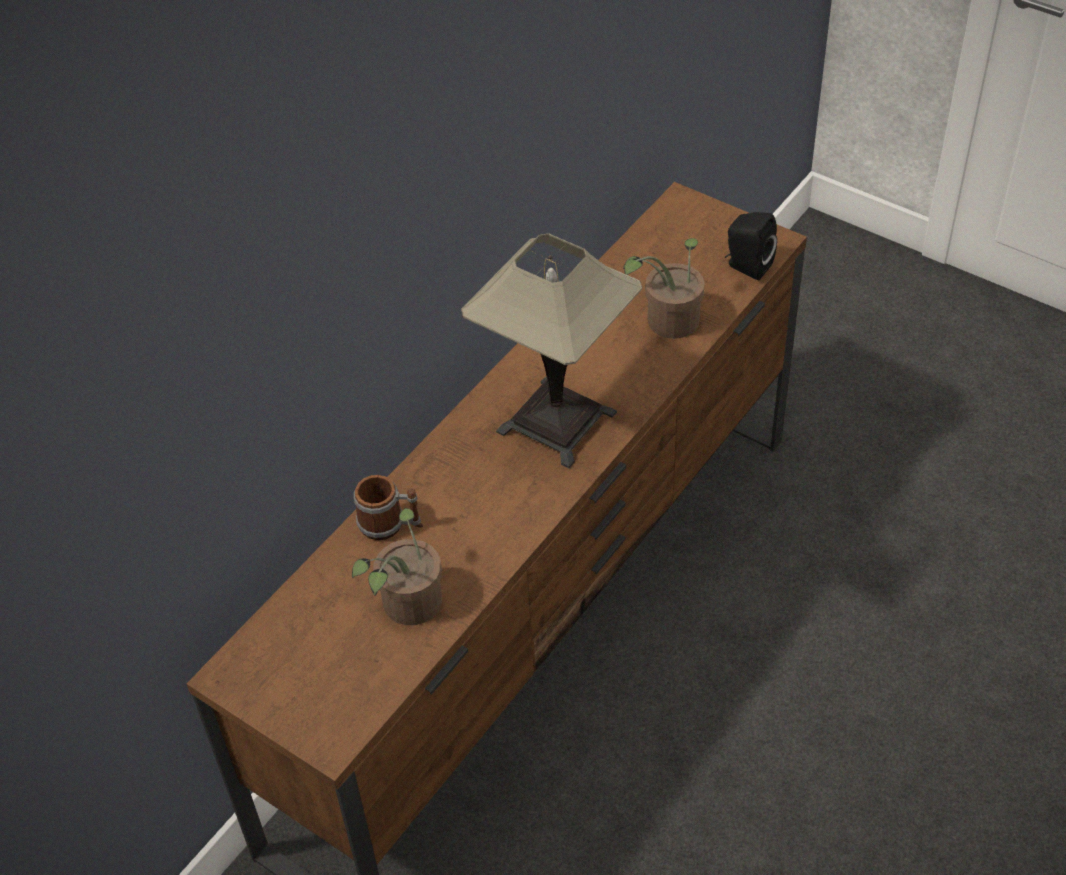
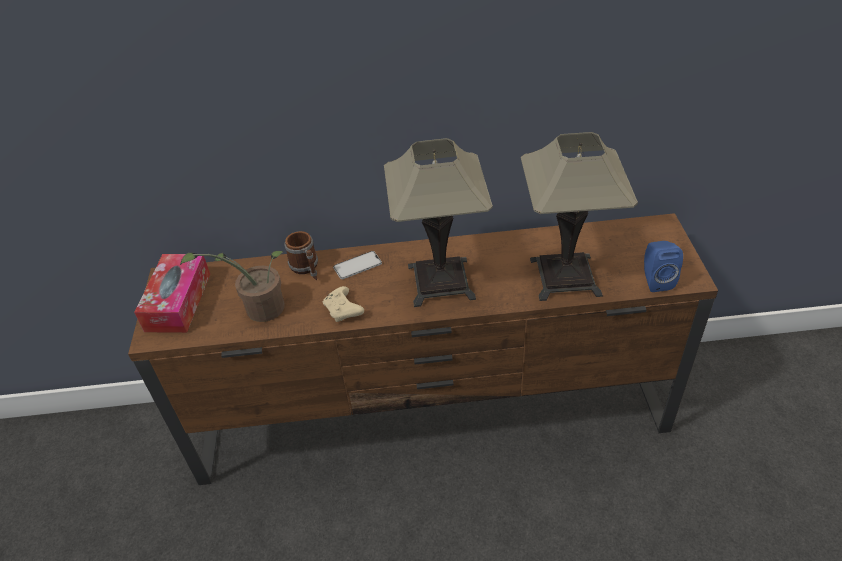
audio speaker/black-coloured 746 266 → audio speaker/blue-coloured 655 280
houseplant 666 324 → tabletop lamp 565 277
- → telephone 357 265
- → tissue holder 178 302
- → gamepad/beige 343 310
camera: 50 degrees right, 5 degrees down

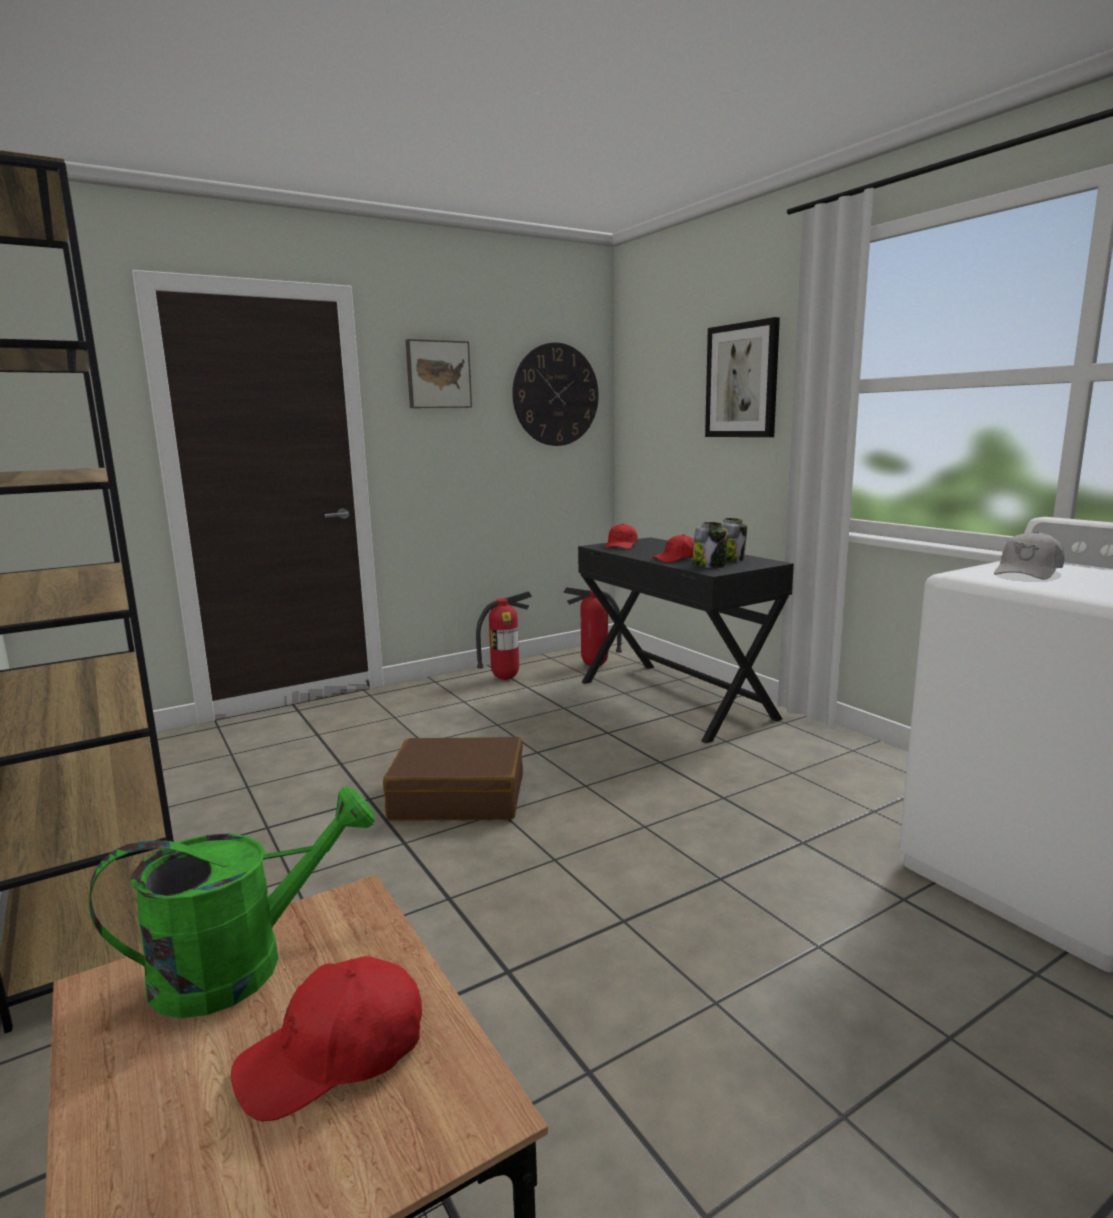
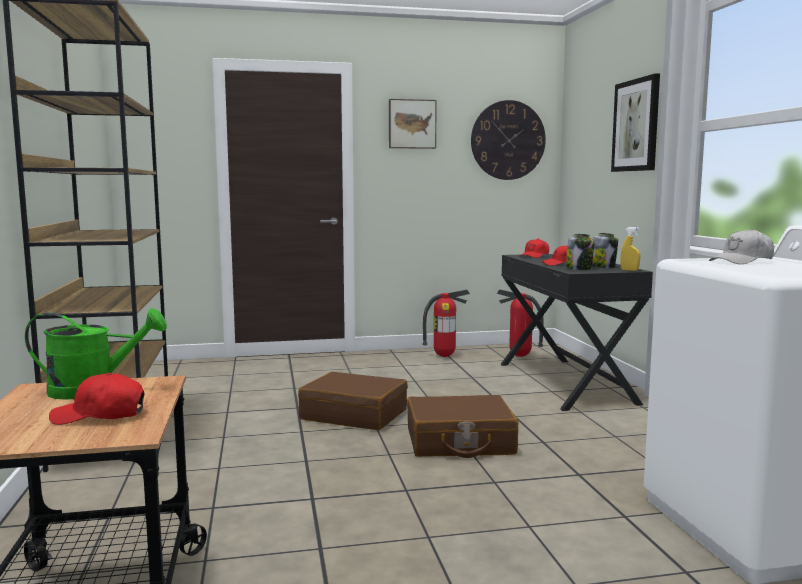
- → sprayer/yellowish 629 270
- → suitcase/brownish 459 442
camera: 20 degrees right, 5 degrees down

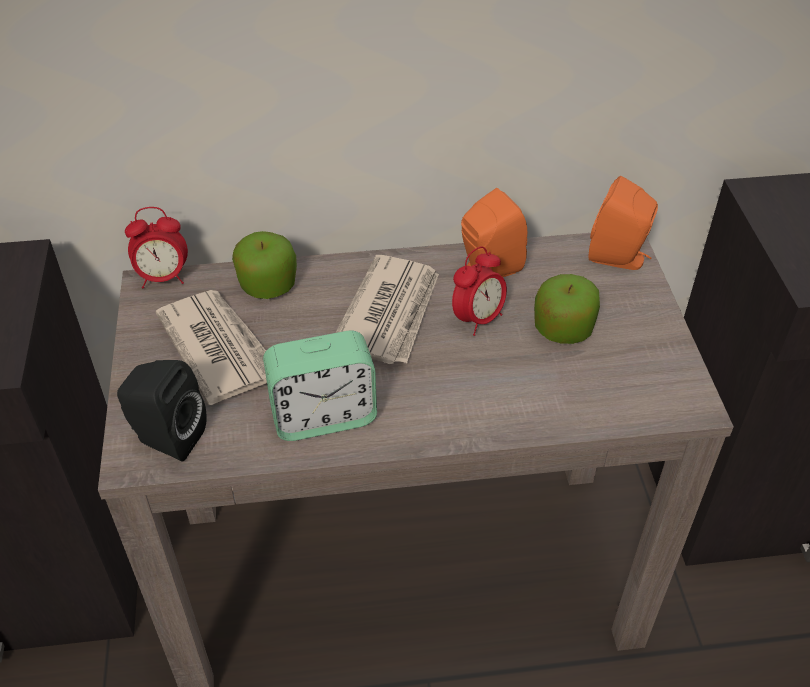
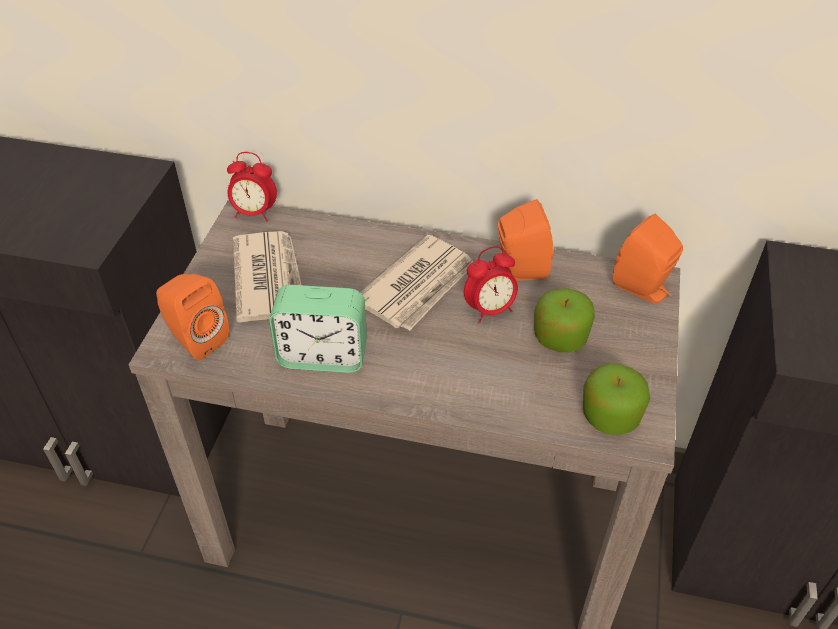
apple 267 285 → apple 610 416, shifted
audio speaker/black-coloured 166 438 → audio speaker/orange 196 339
camera: 20 degrees right, 0 degrees up

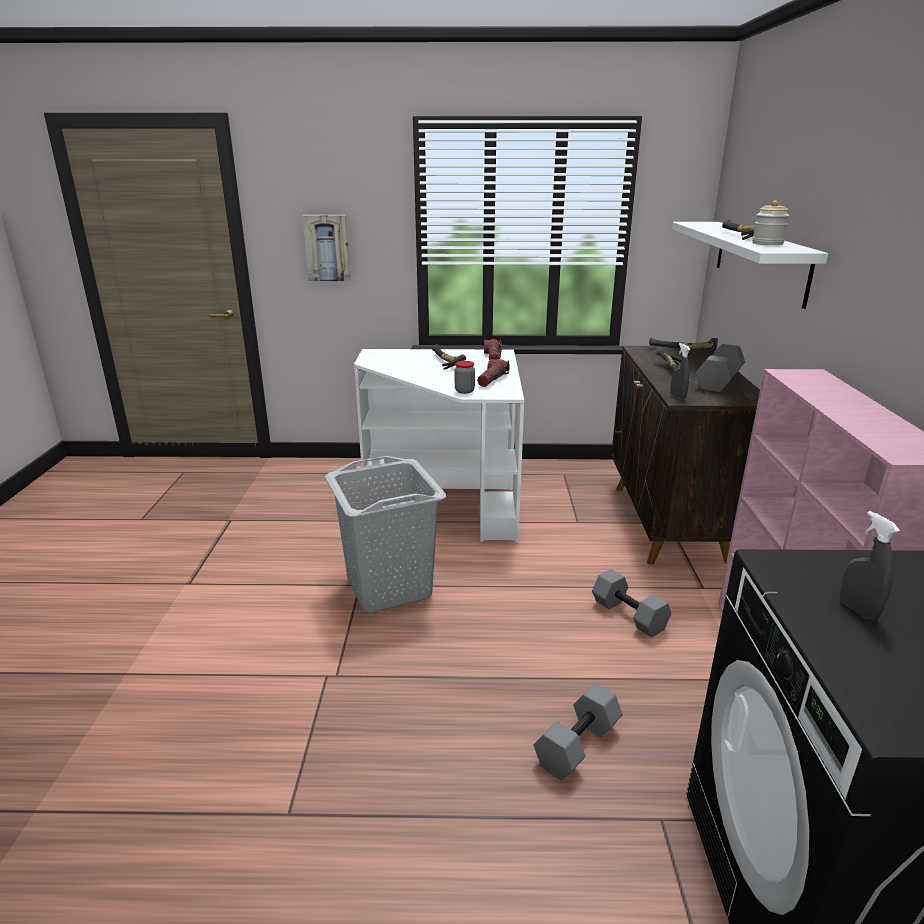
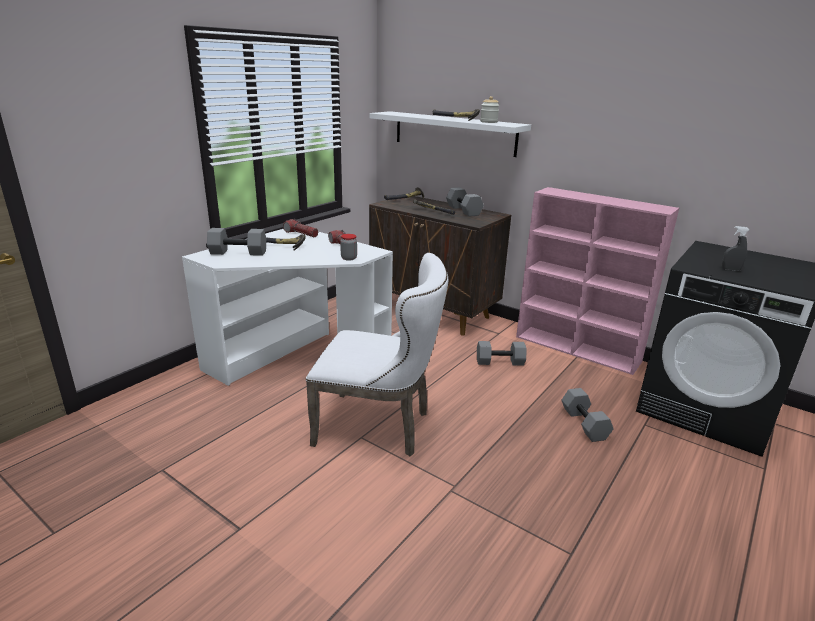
wall picture 327 248 → -
sprayer/gray 677 397 → -
laundry basket/gray 388 588 → chair/white-coloured 380 426
- → hand weight/gray 239 252
camera: 55 degrees left, 0 degrees up

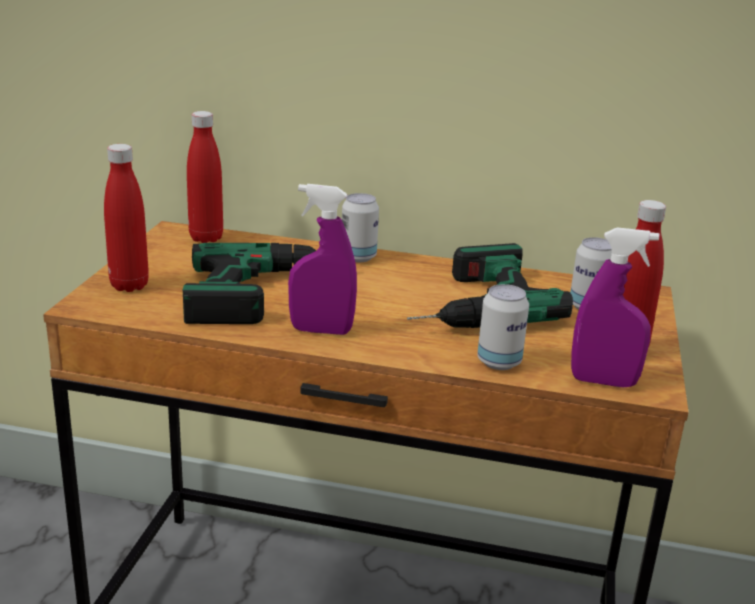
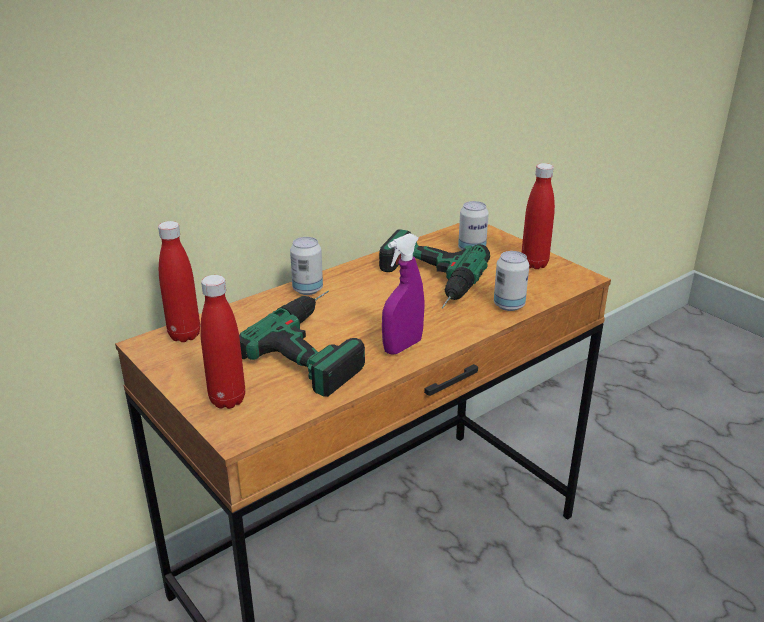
sprayer/purplish 603 382 → -
camera: 50 degrees left, 5 degrees up

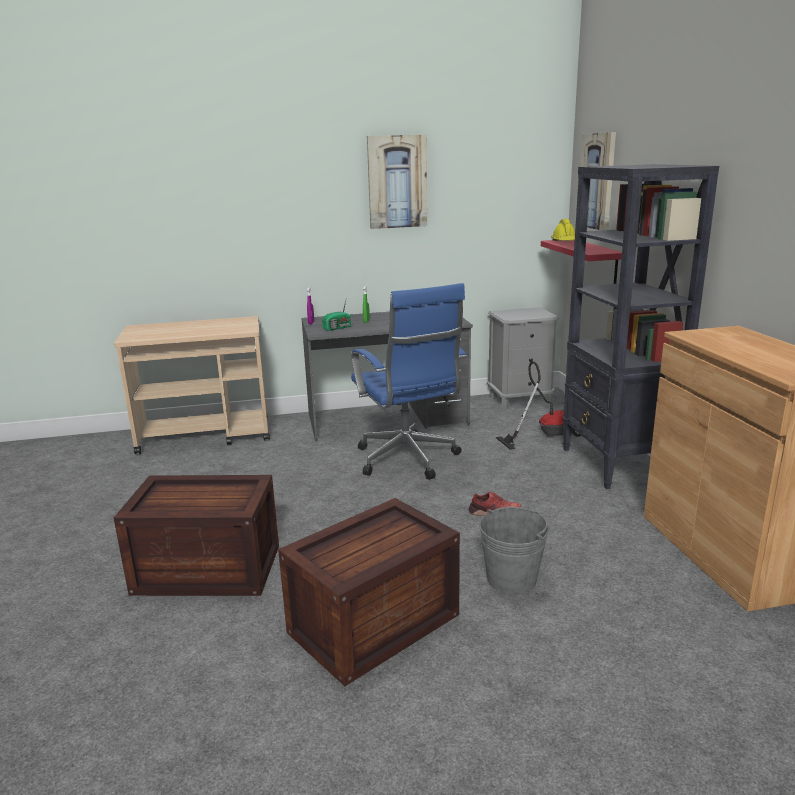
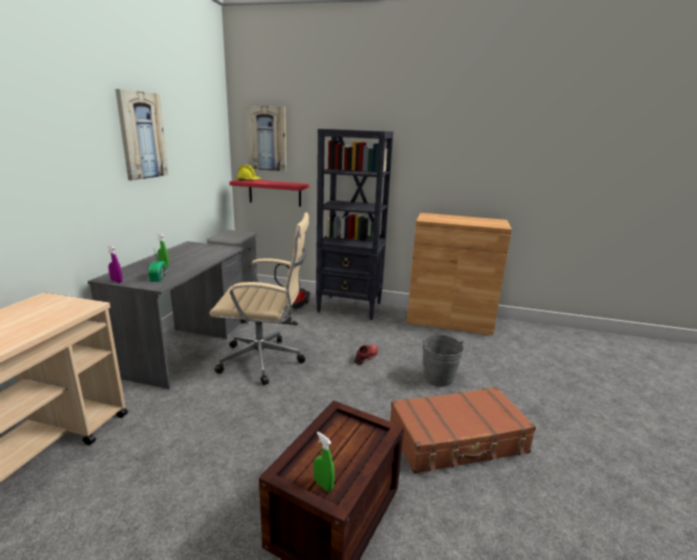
office chair/blue-coloured 408 460 → office chair/beige 265 361
crate 376 622 → suitcase/brownish 458 440
- → sprayer/green-coloured 323 485
camera: 65 degrees left, 0 degrees up

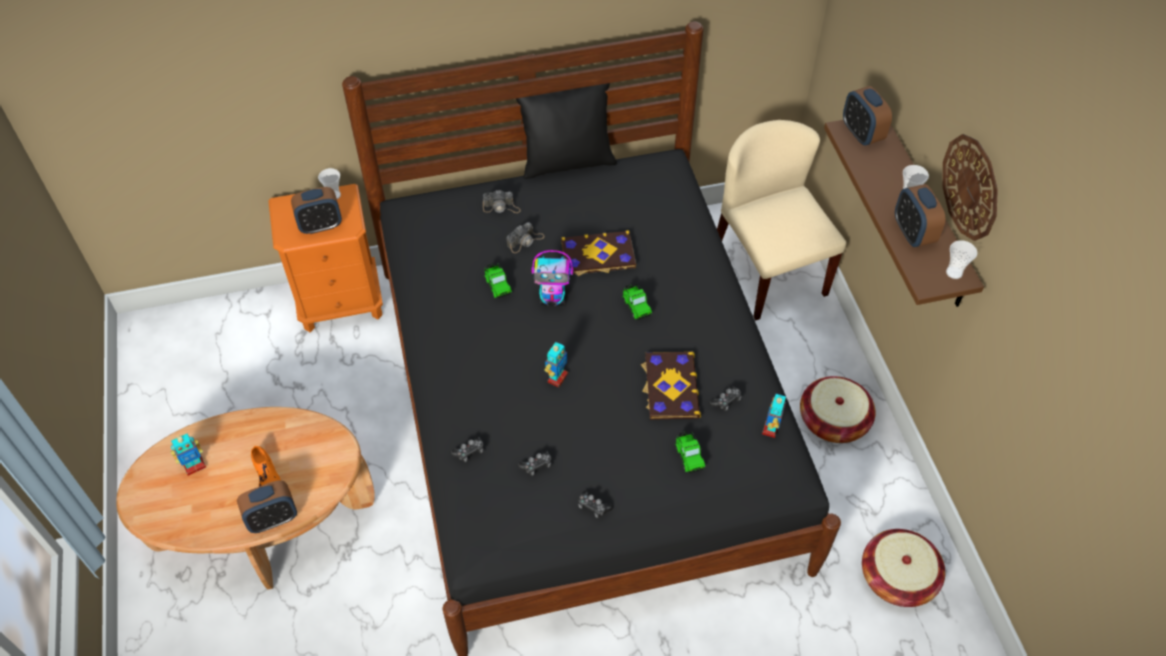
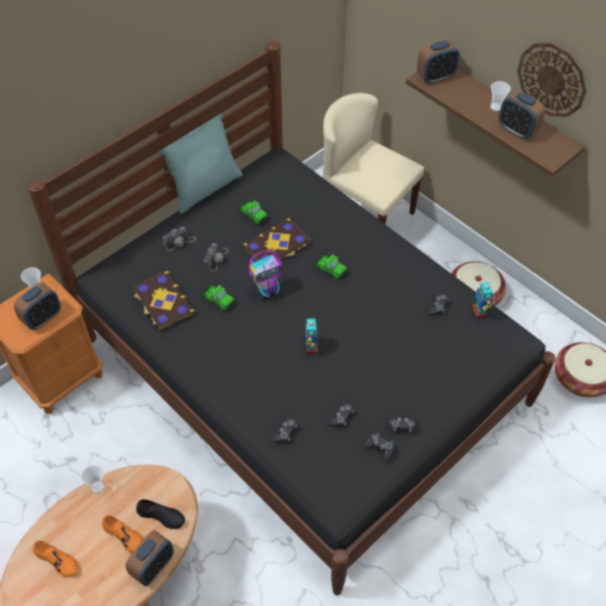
pillow/black-coloured 567 162 → pillow/blue-green 204 188
bedside clock 861 134 → bedside clock 435 77, 60 degrees counterclockwise
small cup 954 272 → small cup 97 487, shifted
bound book 670 387 → bound book 163 302, shifted
miniature car 688 456 → miniature car 253 215, shifted
model robot 195 466 → low shoe/orange 57 560
- → gamepad 380 448
- → low shoe/black-coloured 161 515
camera: 30 degrees left, 0 degrees up

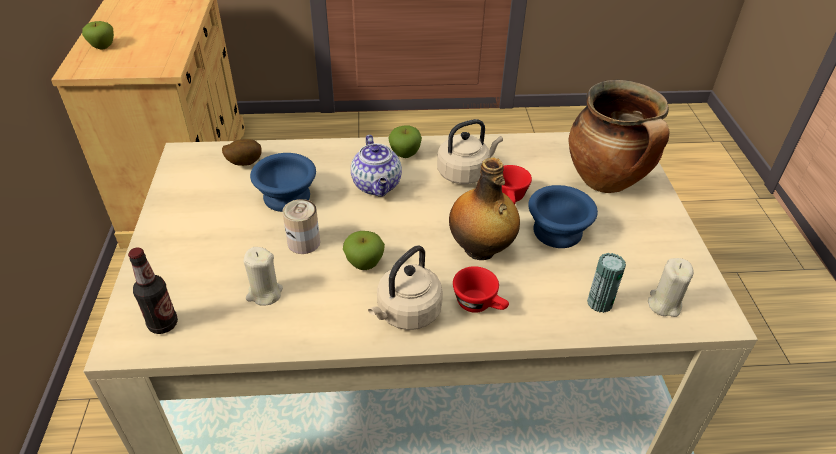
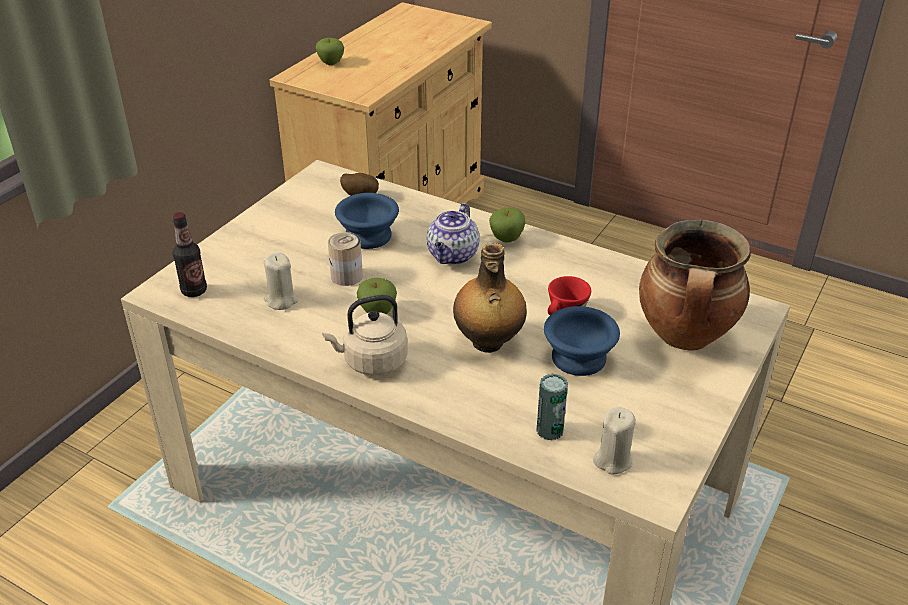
kettle/beige 465 173 → -
small cup/red-coloured 480 304 → -
camera: 35 degrees right, 5 degrees down

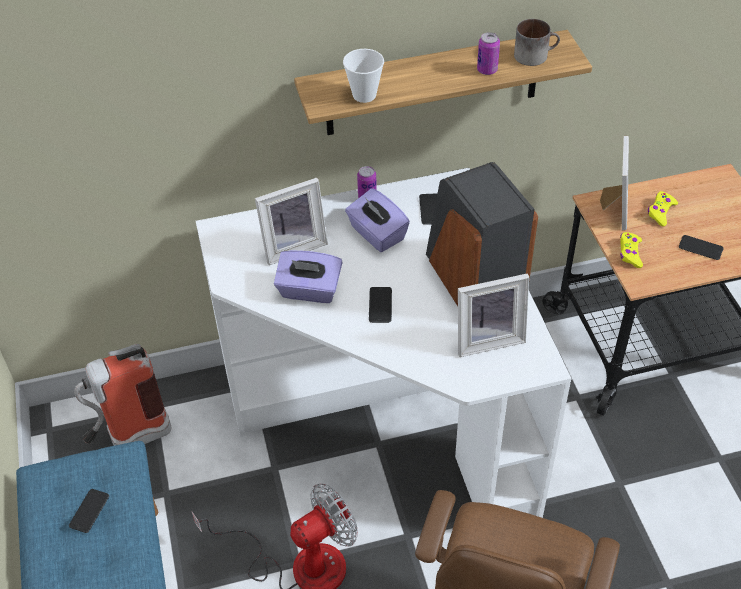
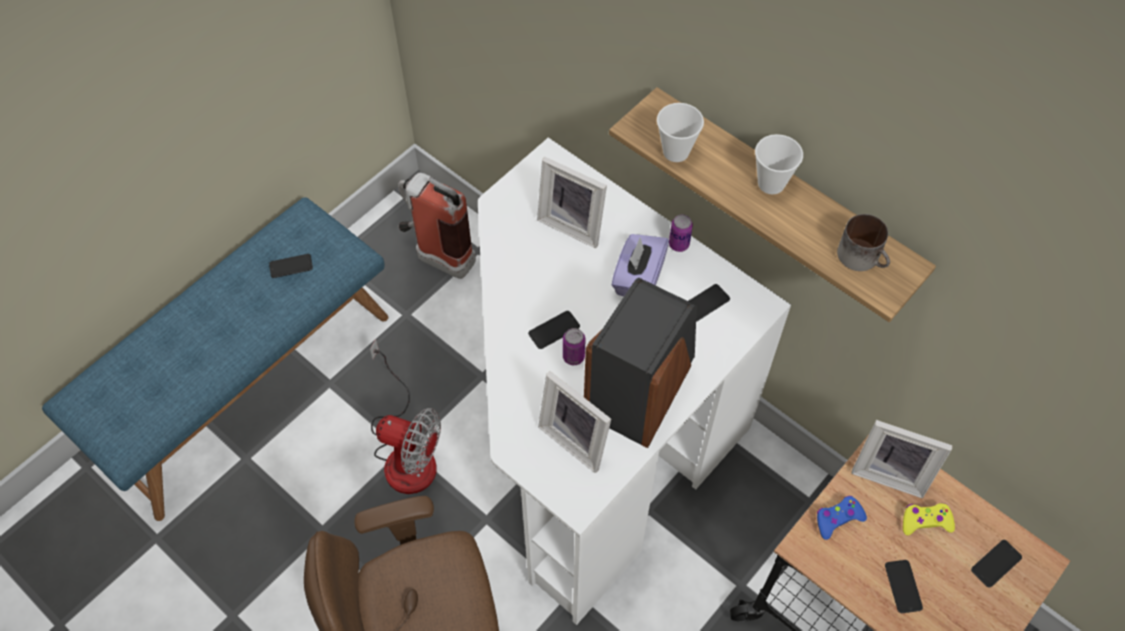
can 487 70 → can 573 357, shifted
photo frame 613 209 → photo frame 890 472, 45 degrees clockwise
gamepad/yellowish 630 253 → gamepad/blue-coloured 837 519
tissue holder/purplish 309 290 → -
- → small cup 771 183
- → telephone 996 563
camera: 55 degrees right, 10 degrees up

